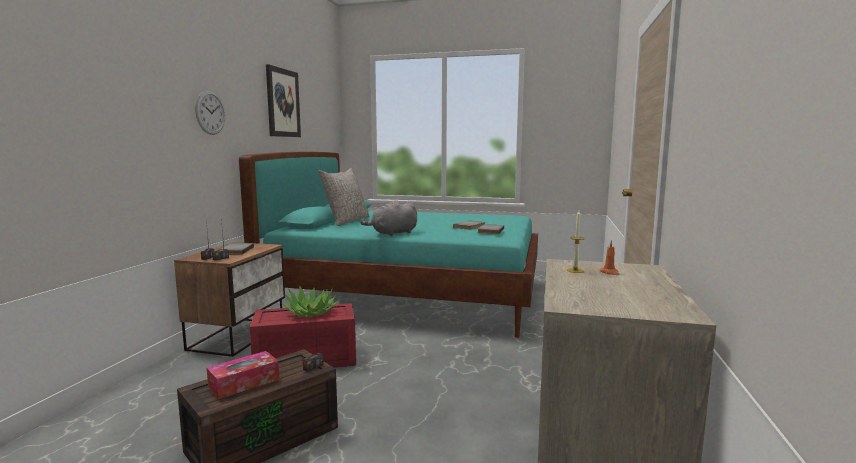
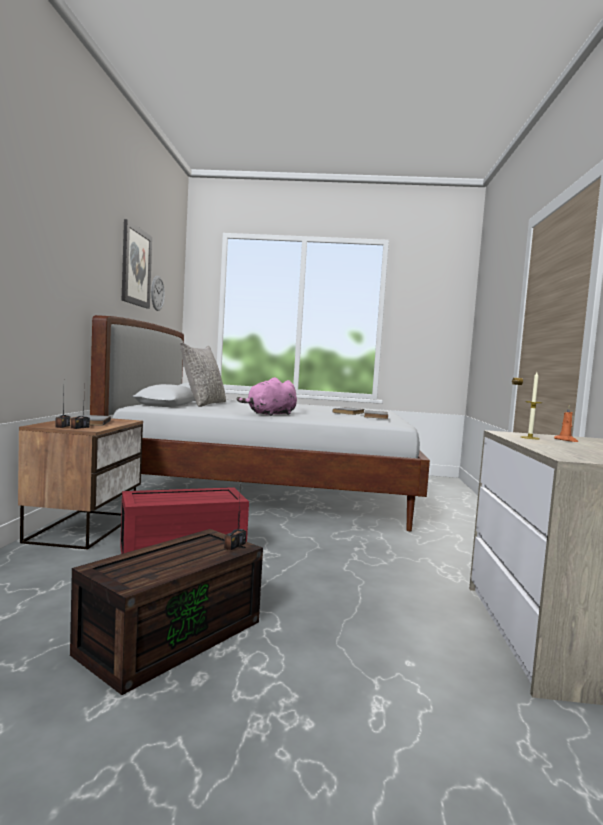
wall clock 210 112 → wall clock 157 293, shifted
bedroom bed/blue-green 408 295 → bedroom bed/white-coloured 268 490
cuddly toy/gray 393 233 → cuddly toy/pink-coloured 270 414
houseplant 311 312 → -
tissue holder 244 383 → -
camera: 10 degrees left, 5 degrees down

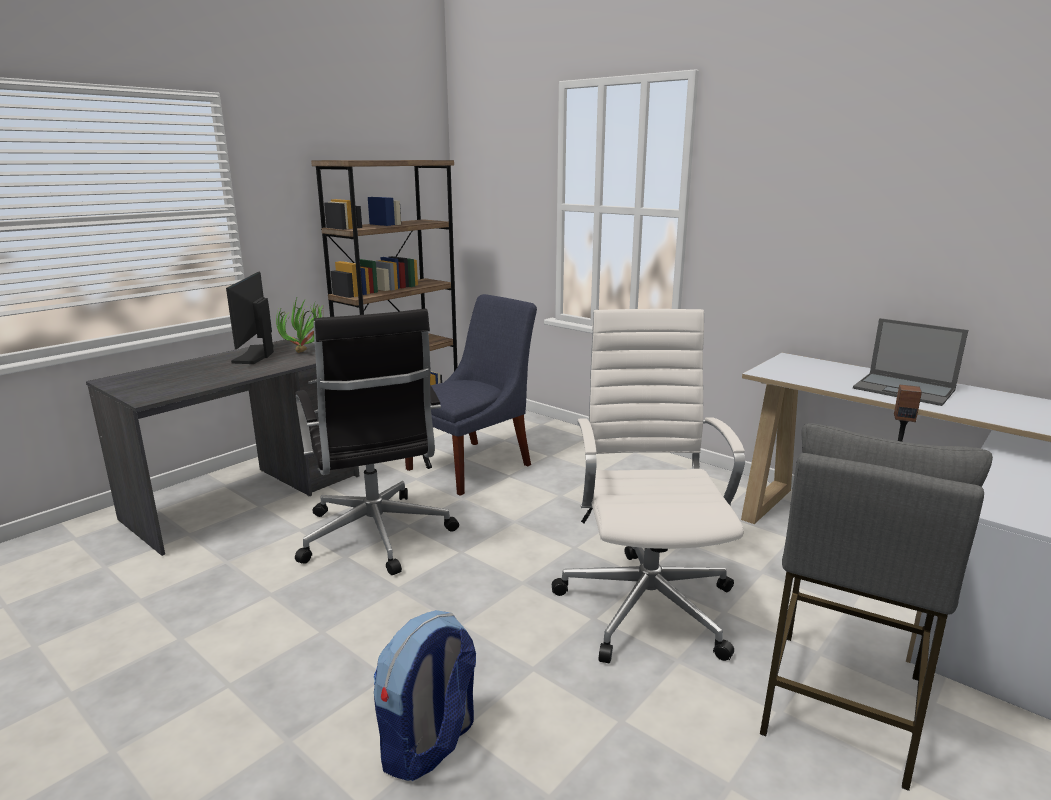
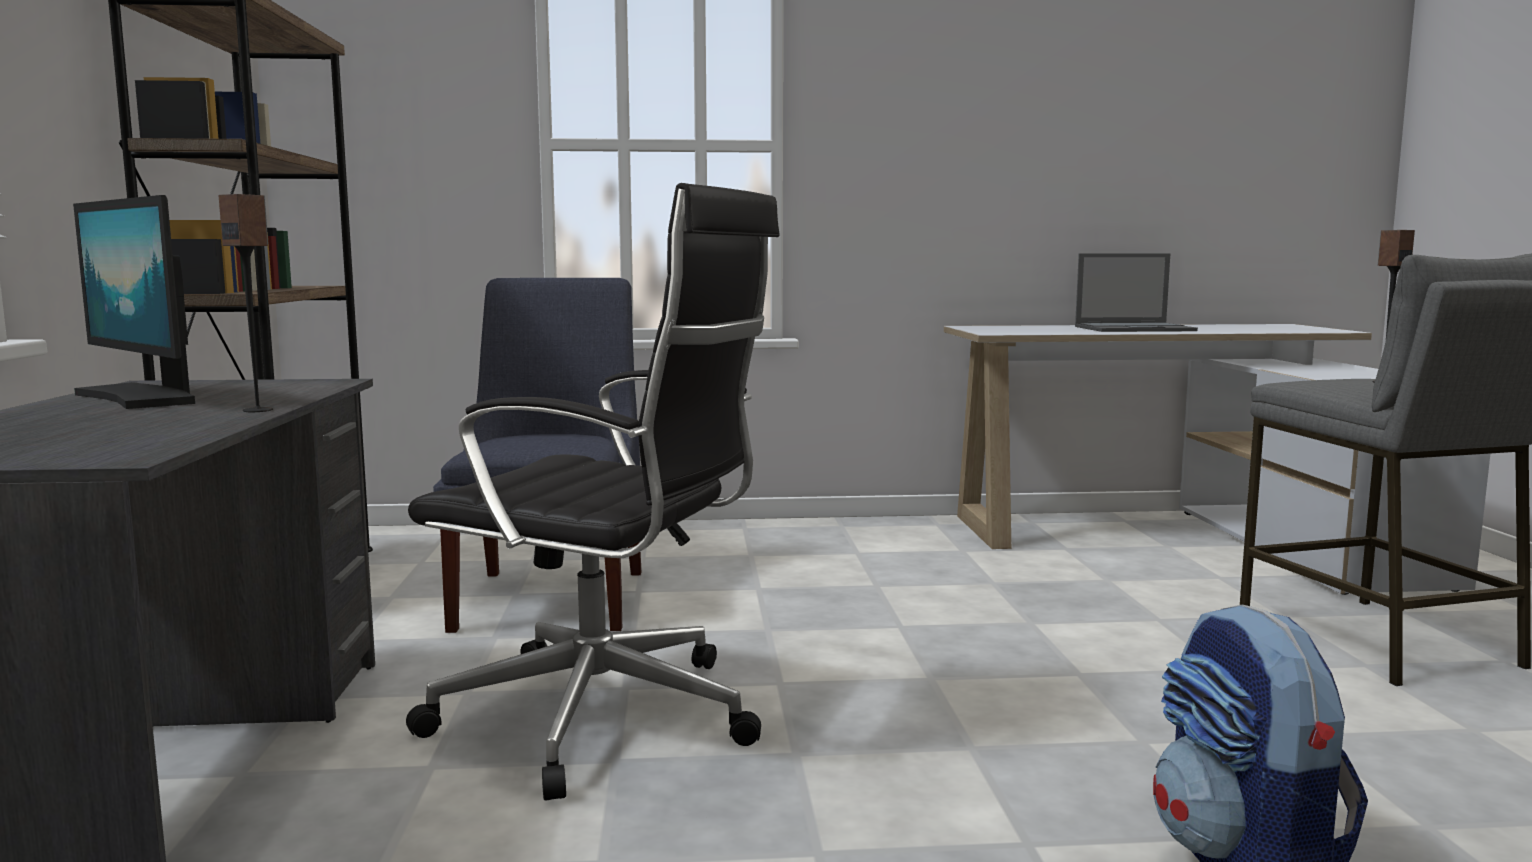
houseplant 307 352 → -
office chair/white-coloured 647 603 → -
- → audio speaker 258 410
camera: 45 degrees left, 10 degrees down

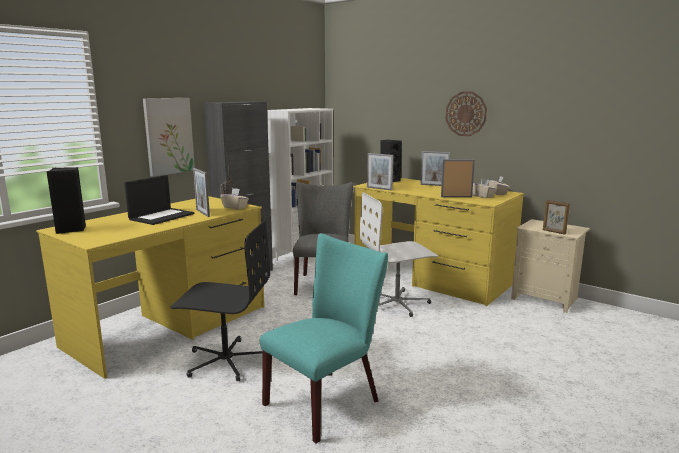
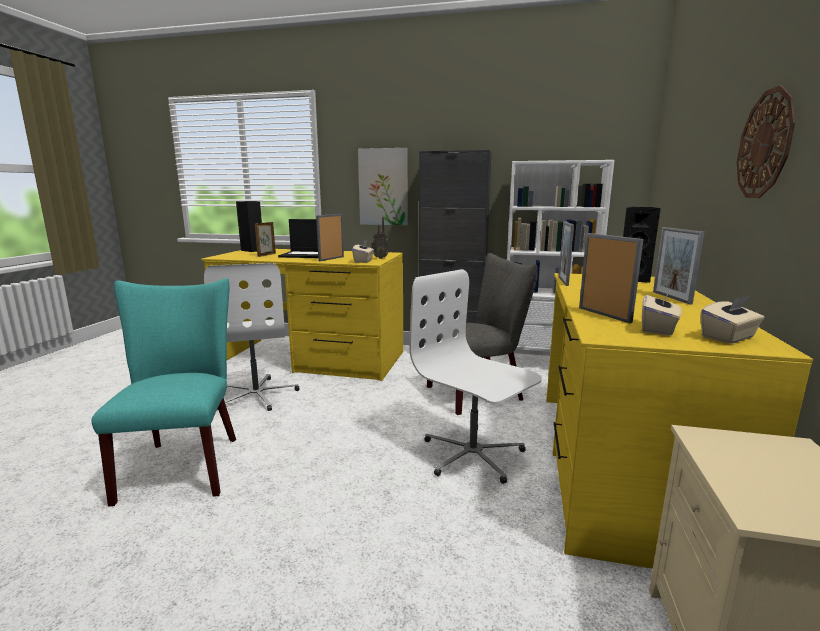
photo frame 554 232 → photo frame 266 255, shifted
office chair/black-coloured 225 360 → office chair/white-coloured 257 395
chair/blue-green 328 400 → chair/blue-green 184 463, 120 degrees counterclockwise
camera: 65 degrees right, 0 degrees up

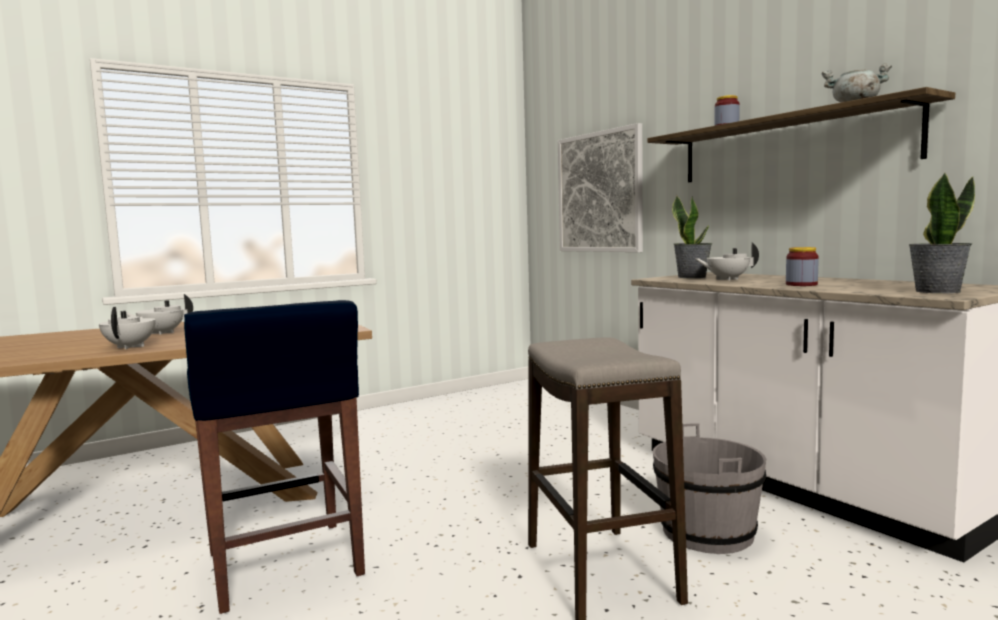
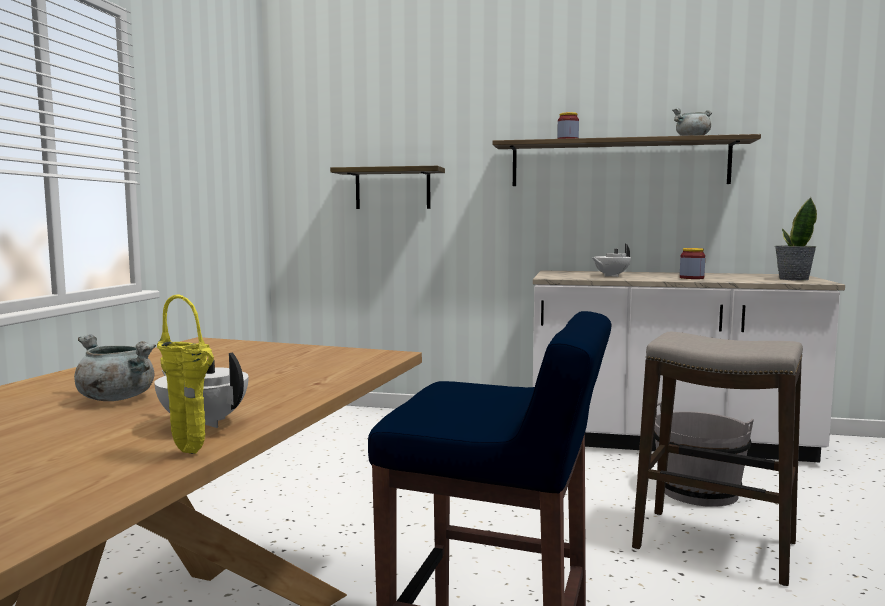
wall picture 599 192 → shelf 392 189
houseplant 692 277 → -
teapot/white-coloured 161 333 → saucepot/gray 115 398
- → flower vase/yellowish 192 453
camera: 45 degrees left, 0 degrees up

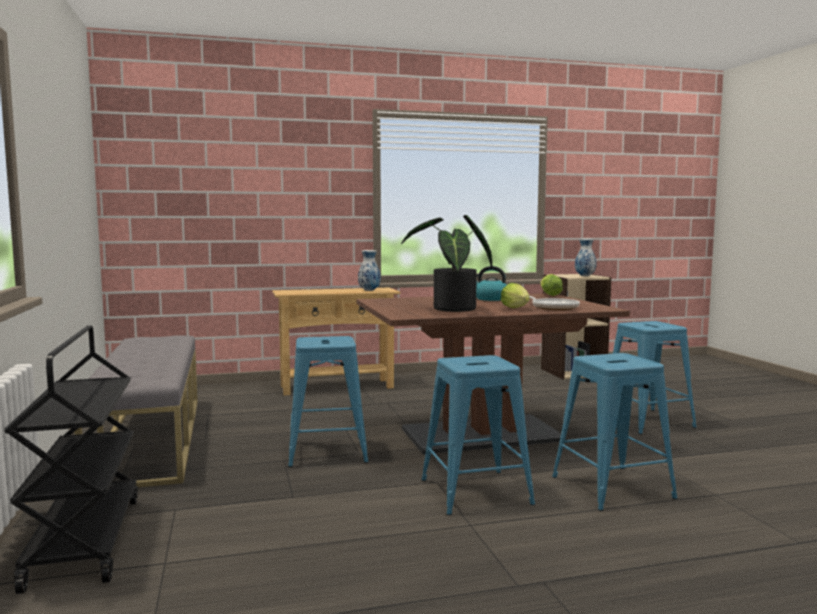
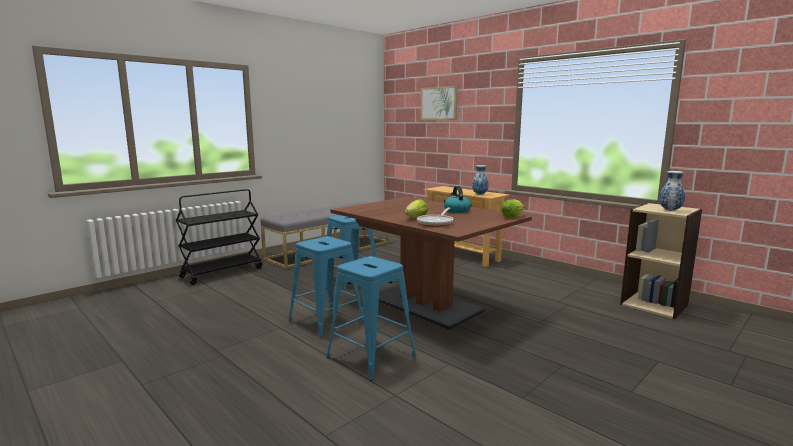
houseplant 451 309 → -
stool seat/blue-coloured 646 421 → -
- → wall picture 439 103
camera: 60 degrees right, 5 degrees up

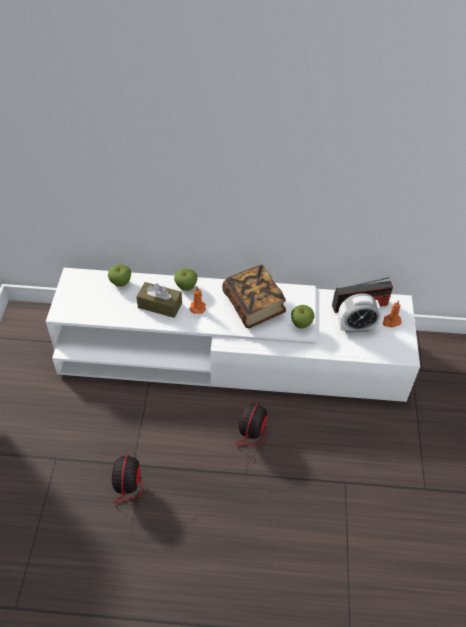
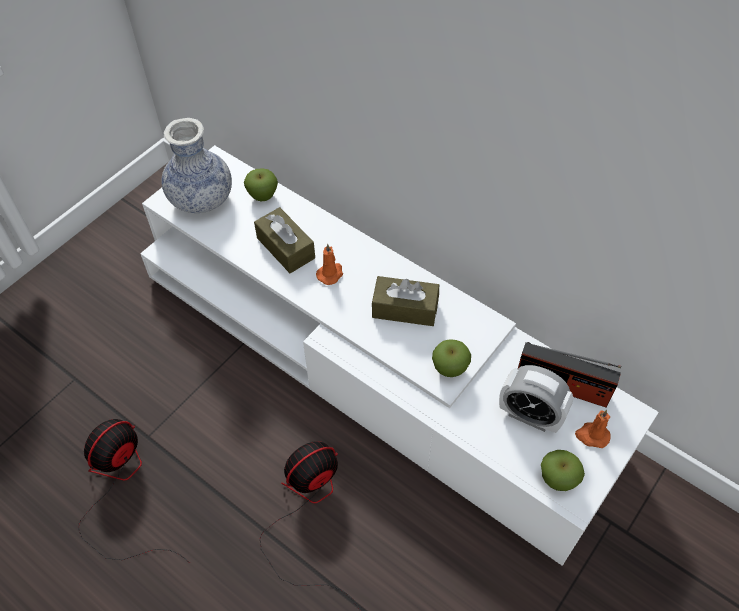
bound book 253 305 → tissue holder/brownish 405 309
apple 186 287 → apple 557 479, shifted
- → flower vase 201 199
camera: 35 degrees right, 5 degrees up

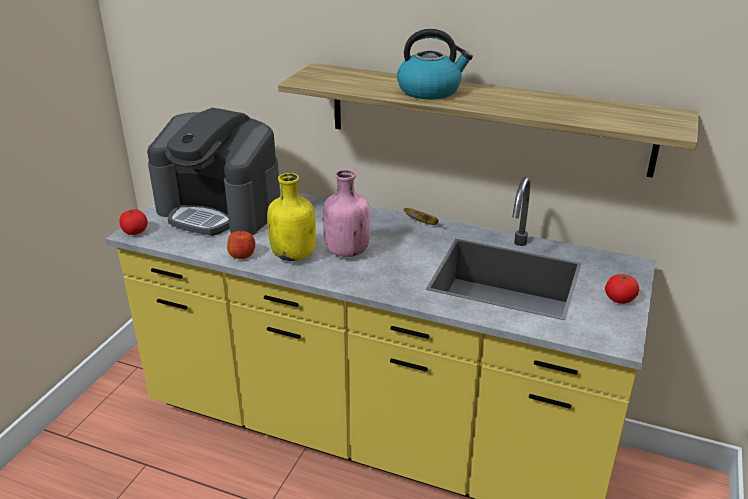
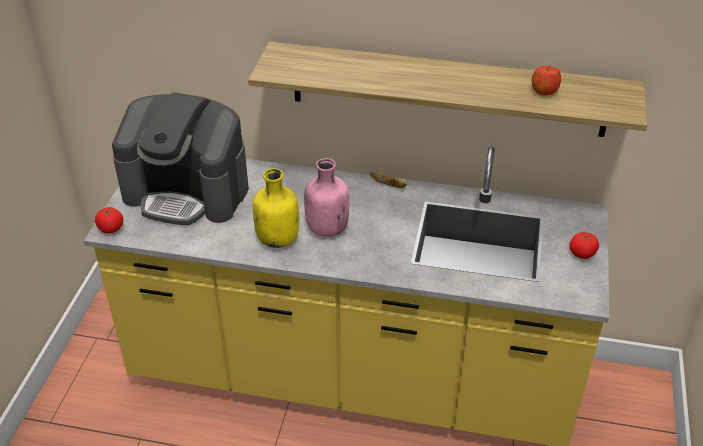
kettle 430 90 → -
apple 242 255 → apple 544 91, shifted
camera: 10 degrees left, 10 degrees up

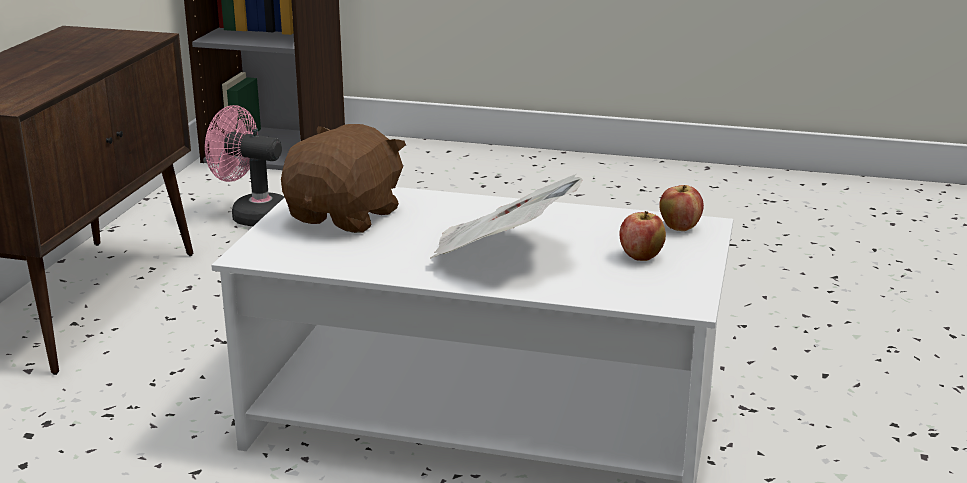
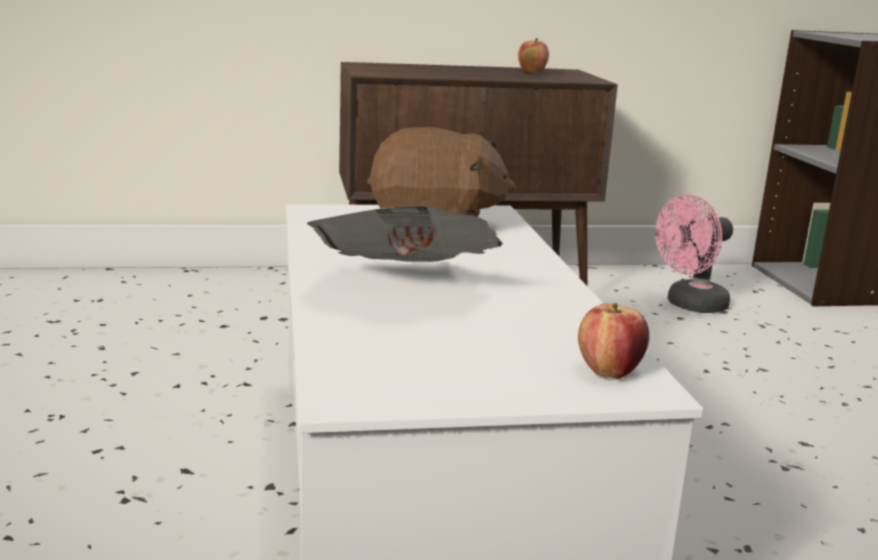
cooling fan/pink-coloured 252 215 → cooling fan/pink-coloured 690 305, 120 degrees counterclockwise
apple 641 257 → apple 531 72, shifted
camera: 65 degrees right, 5 degrees down

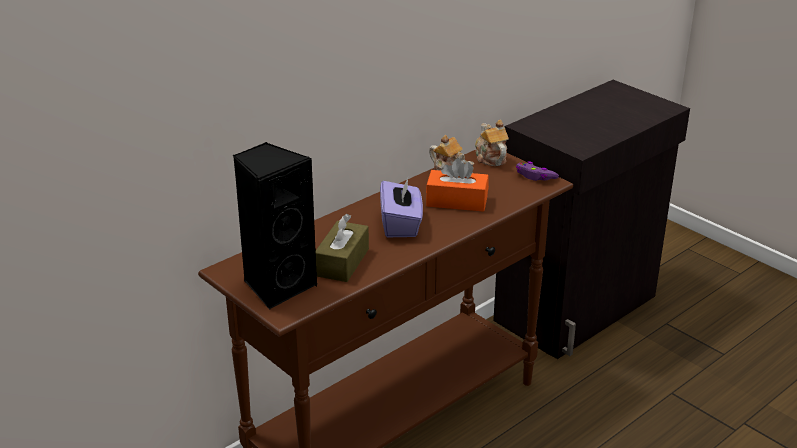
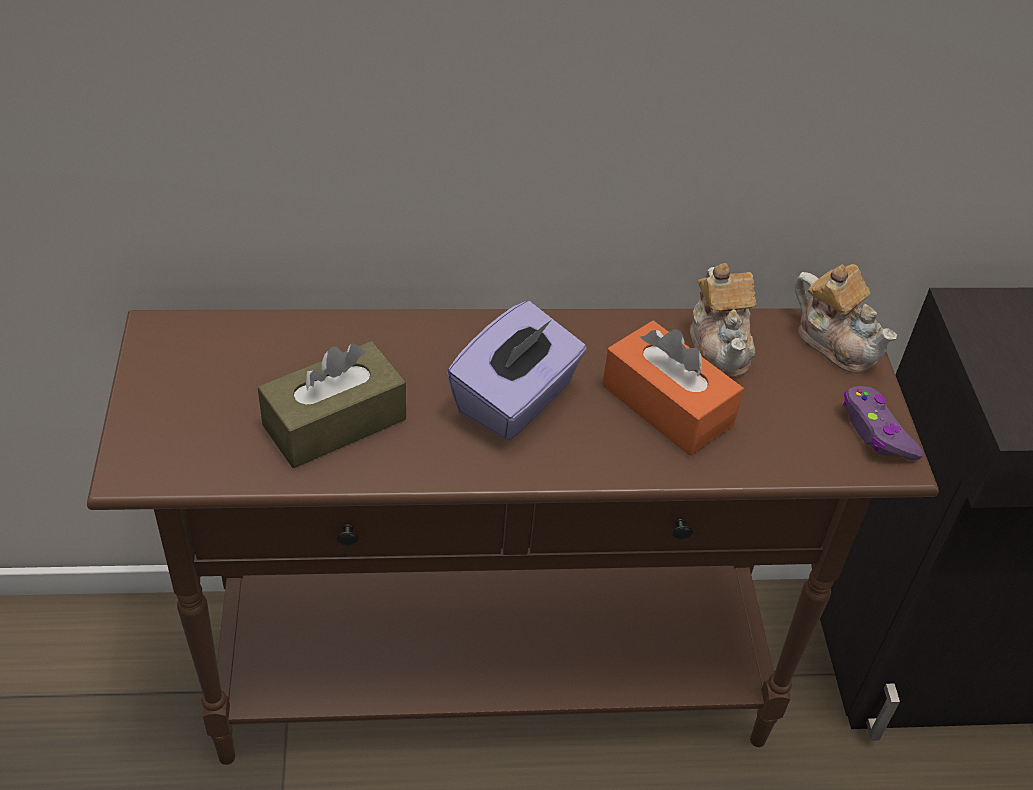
teapot 490 158 → teapot 836 342, 120 degrees clockwise
audio speaker/black-coloured 278 286 → -
camera: 35 degrees right, 15 degrees up

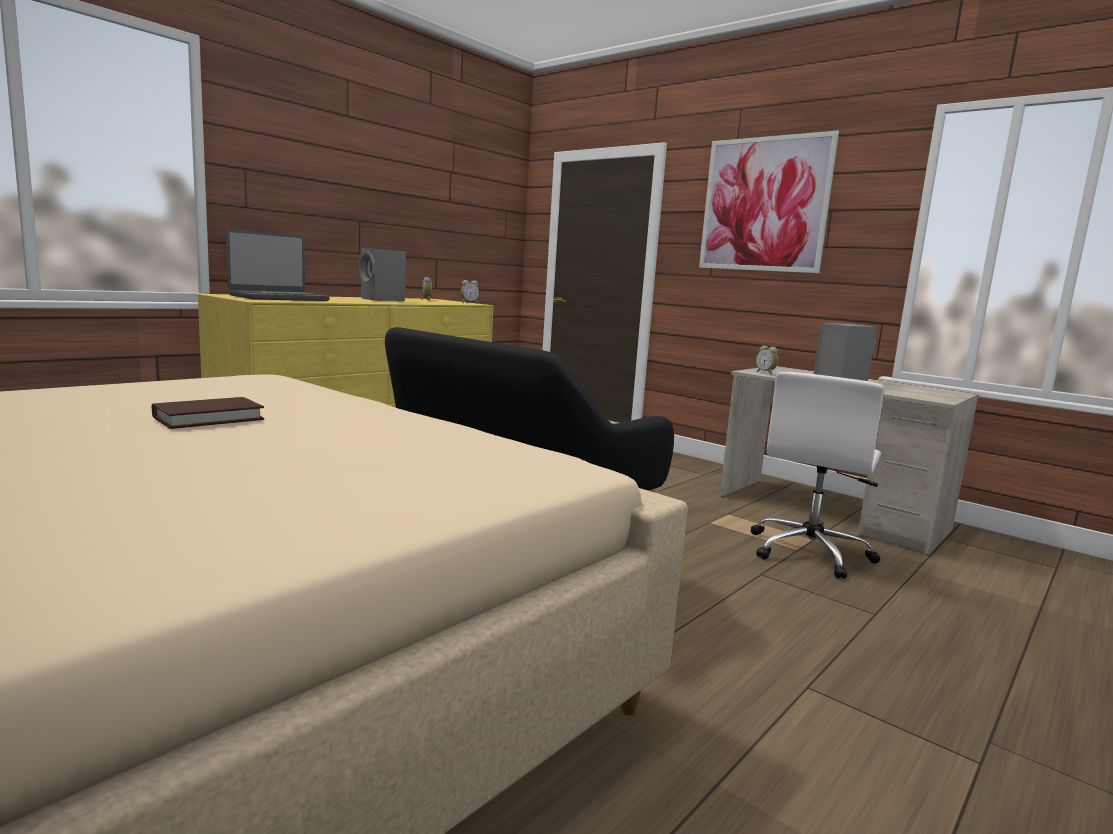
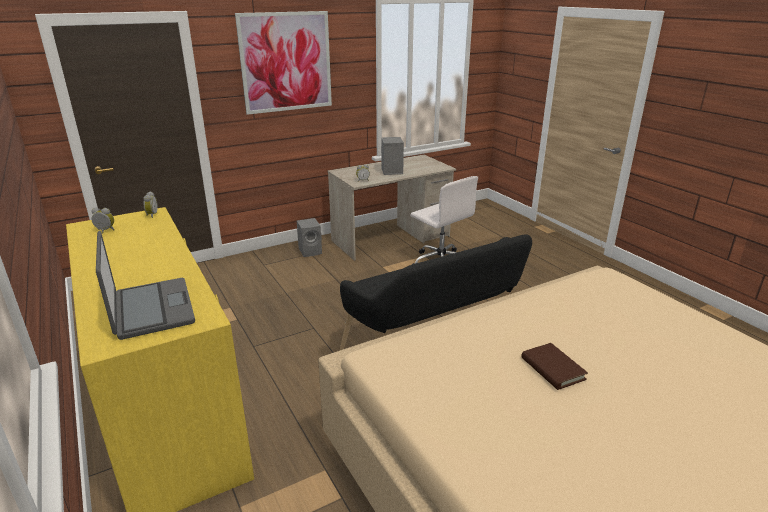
audio speaker/gray 383 300 → audio speaker/gray 311 251, shifted
camera: 70 degrees left, 15 degrees up

